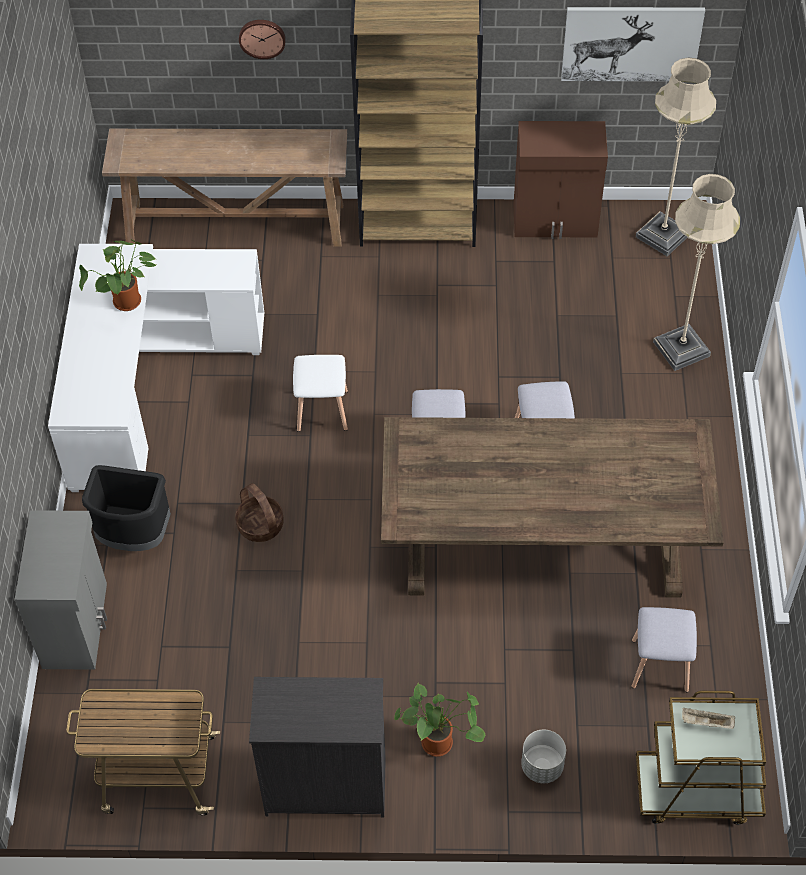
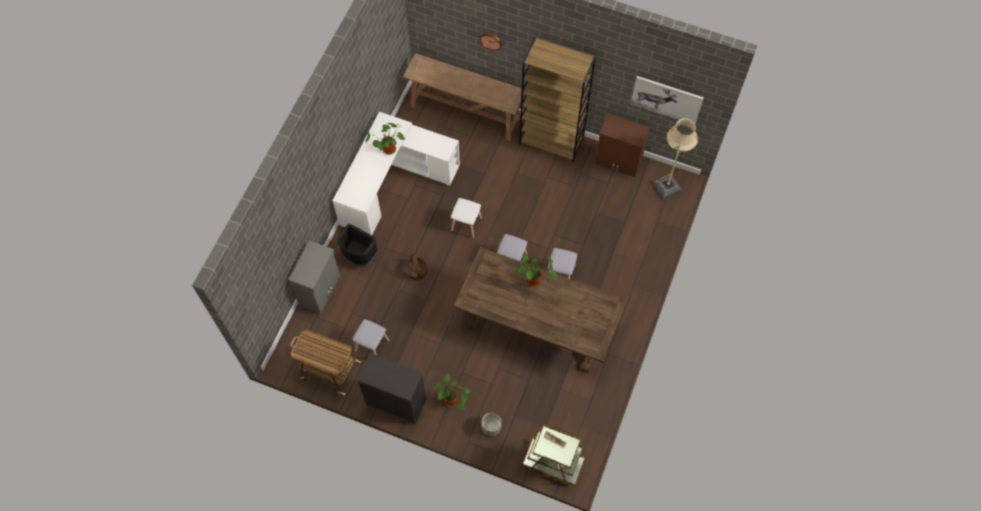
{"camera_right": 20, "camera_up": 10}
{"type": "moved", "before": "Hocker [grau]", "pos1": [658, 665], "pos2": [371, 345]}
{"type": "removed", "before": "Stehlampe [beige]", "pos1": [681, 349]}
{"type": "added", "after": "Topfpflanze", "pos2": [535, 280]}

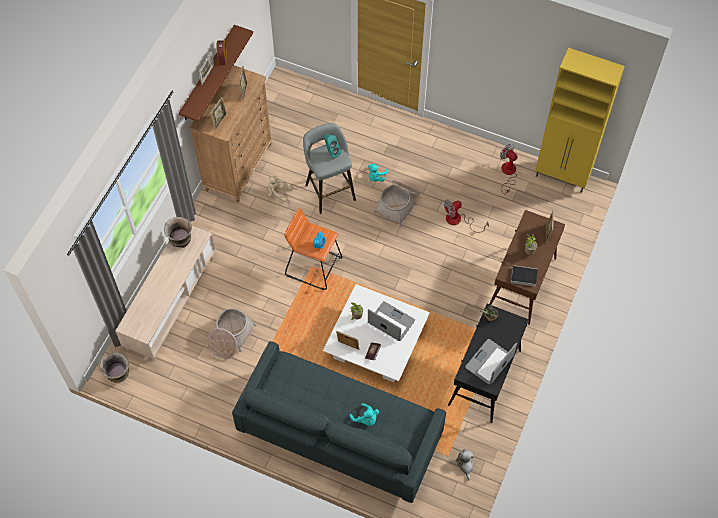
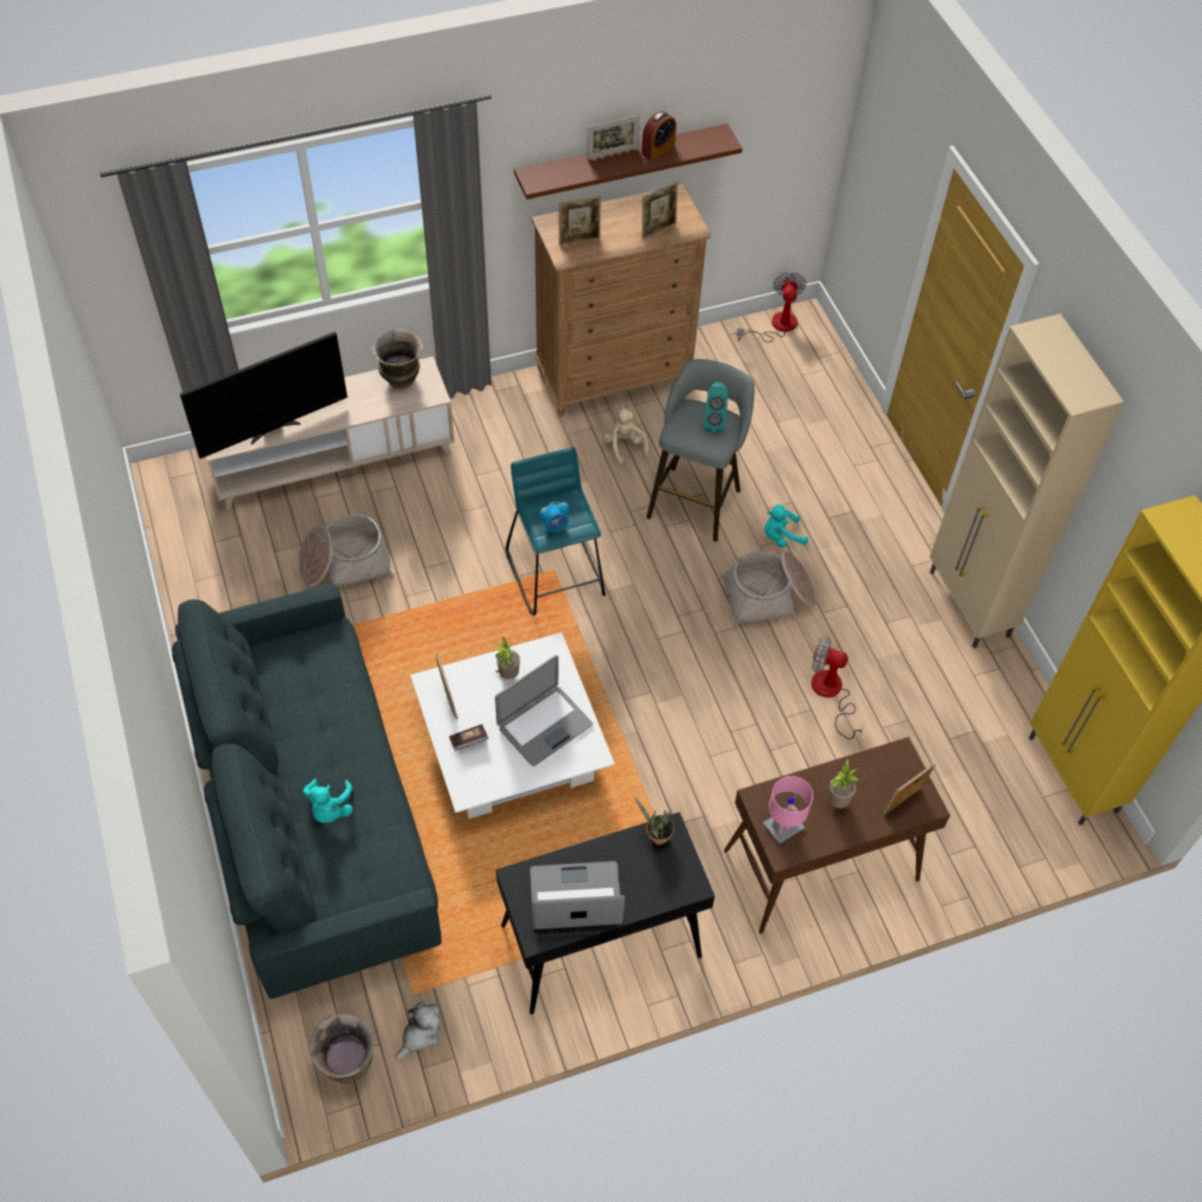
{"camera_right": 45, "camera_up": -5}
{"type": "moved", "before": "Vase", "pos1": [119, 376], "pos2": [349, 1064]}
{"type": "recoloured", "before": "Hocker [orange]", "after": "Hocker [türkis]", "pos1": [314, 266], "pos2": [556, 573]}
{"type": "turned", "before": "Laptop", "pos1": [391, 322], "pos2": [544, 725], "turn": 60}
{"type": "moved", "before": "Ventilator", "pos1": [508, 173], "pos2": [776, 326]}
{"type": "replaced", "before": "Buch", "after": "Tischlampe [rosa]", "pos1": [523, 276], "pos2": [783, 827]}
{"type": "added", "after": "Fernseher", "pos2": [274, 430]}
{"type": "added", "after": "Schrank [beige]", "pos2": [969, 605]}

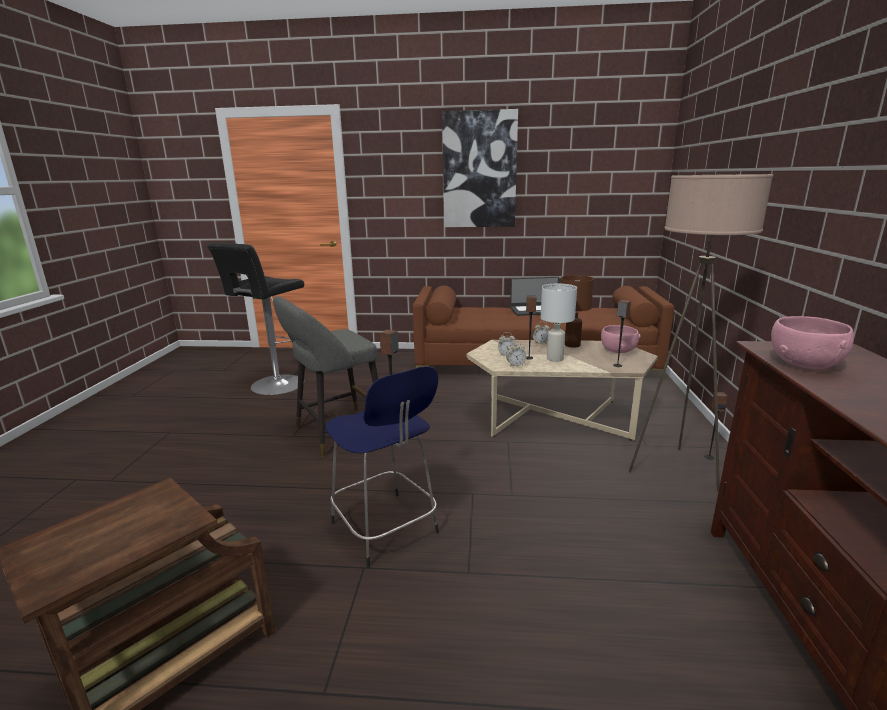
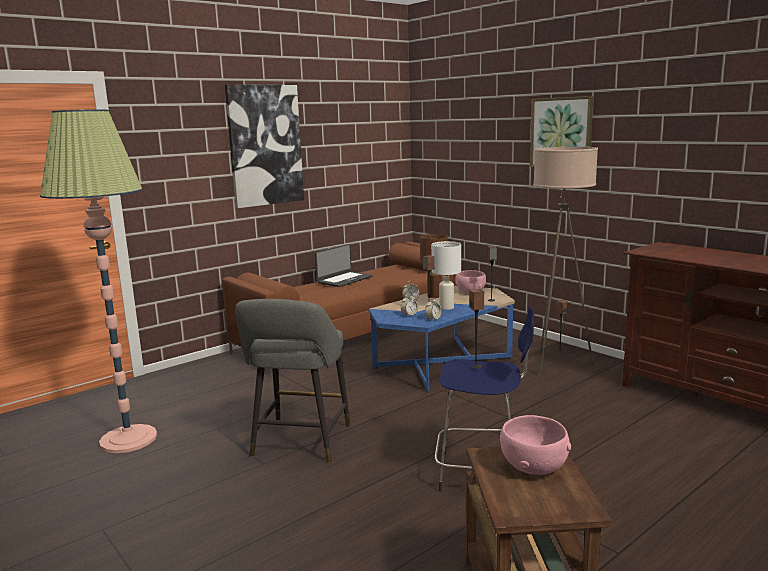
{"camera_right": -45, "camera_up": -5}
{"type": "replaced", "before": "Hocker [schwarz]", "after": "Stehlampe", "pos1": [275, 386], "pos2": [128, 439]}
{"type": "recoloured", "before": "Couchtisch [beige]", "after": "Couchtisch [blau]", "pos1": [556, 417], "pos2": [442, 363]}
{"type": "moved", "before": "Schüssel [rosa]", "pos1": [804, 364], "pos2": [533, 467]}
{"type": "added", "after": "Bild", "pos2": [561, 133]}

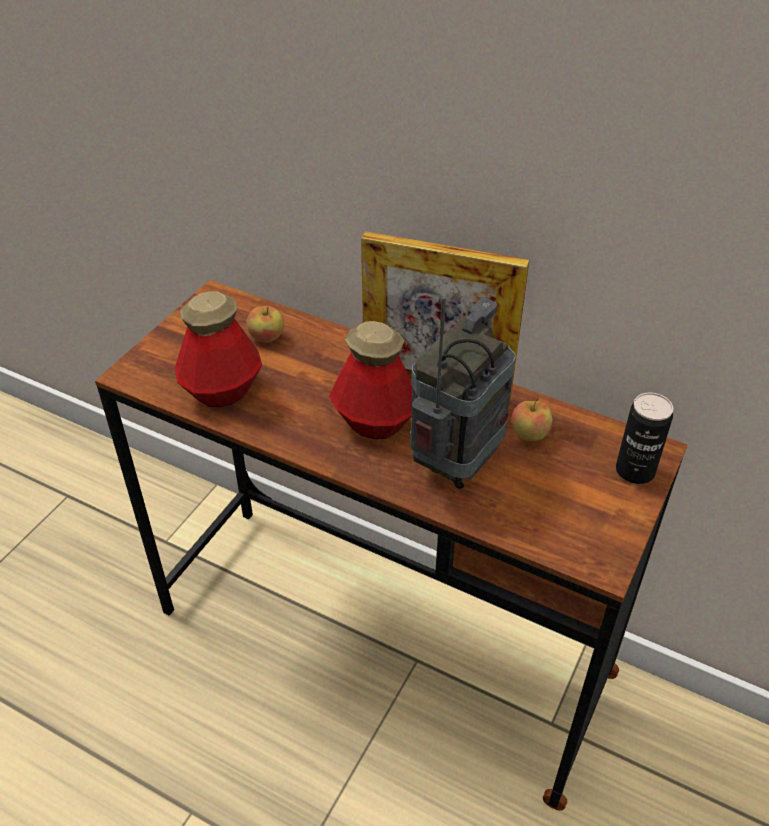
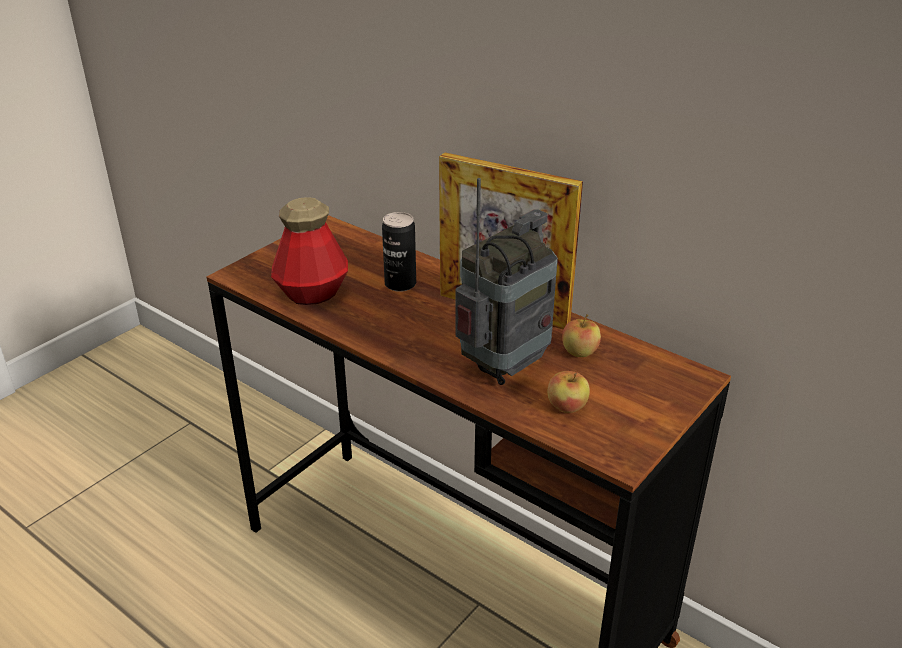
{"camera_right": 10, "camera_up": -10}
{"type": "moved", "before": "Apfel", "pos1": [267, 337], "pos2": [567, 407]}
{"type": "removed", "before": "Flasche", "pos1": [374, 421]}
{"type": "moved", "before": "Dose", "pos1": [635, 471], "pos2": [400, 284]}

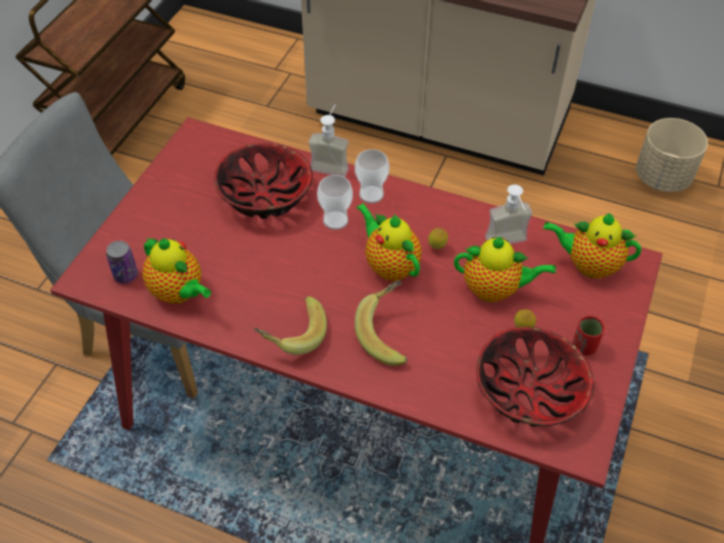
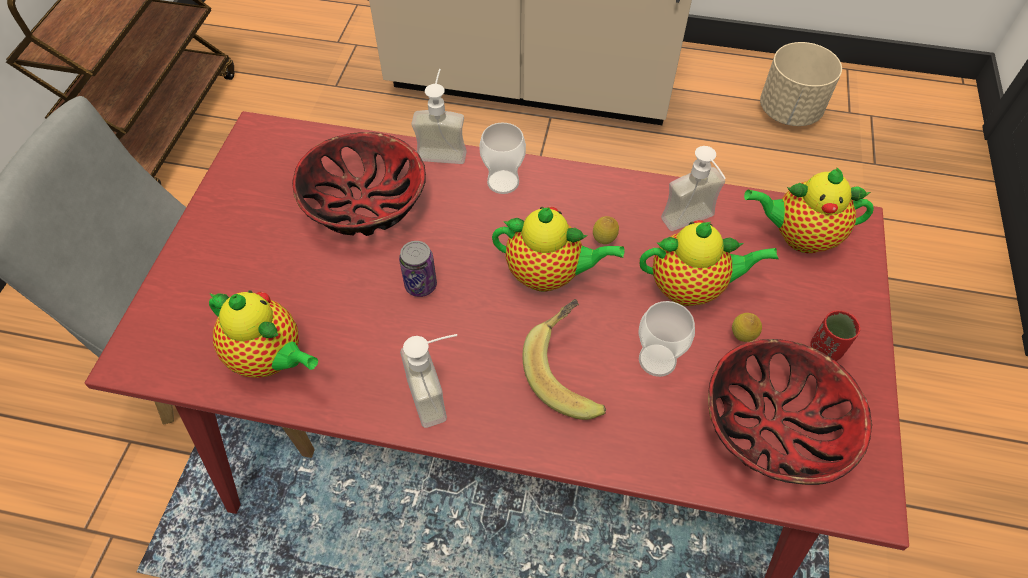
{"camera_right": -10, "camera_up": 5}
{"type": "moved", "before": "Dose", "pos1": [126, 275], "pos2": [420, 285]}
{"type": "replaced", "before": "Banane", "after": "Seifenspender", "pos1": [291, 334], "pos2": [439, 395]}
{"type": "moved", "before": "Tasse", "pos1": [335, 220], "pos2": [657, 360]}
{"type": "turned", "before": "Teekanne", "pos1": [389, 265], "pos2": [548, 275], "turn": 150}

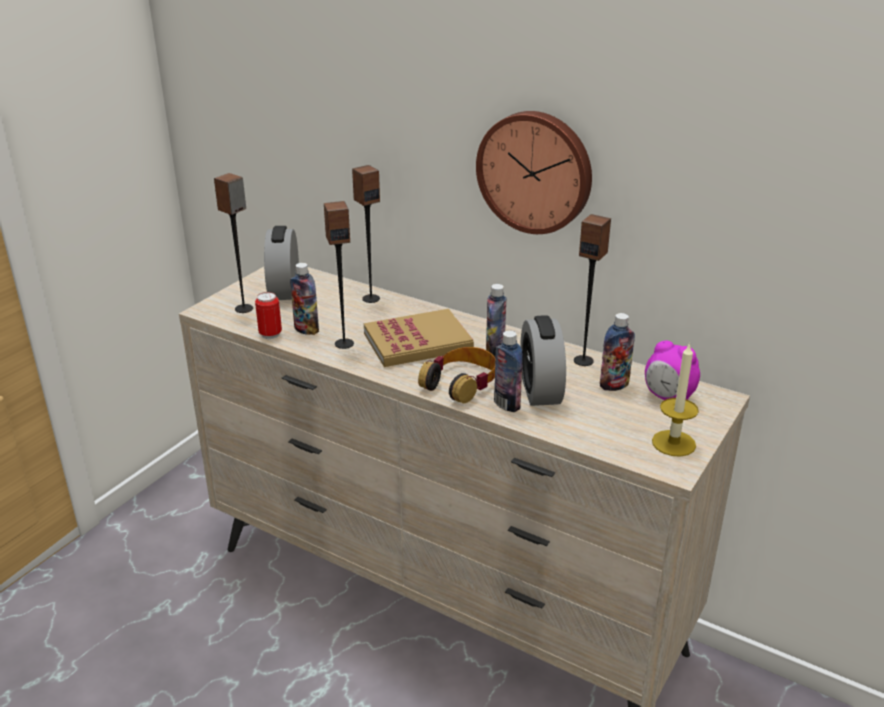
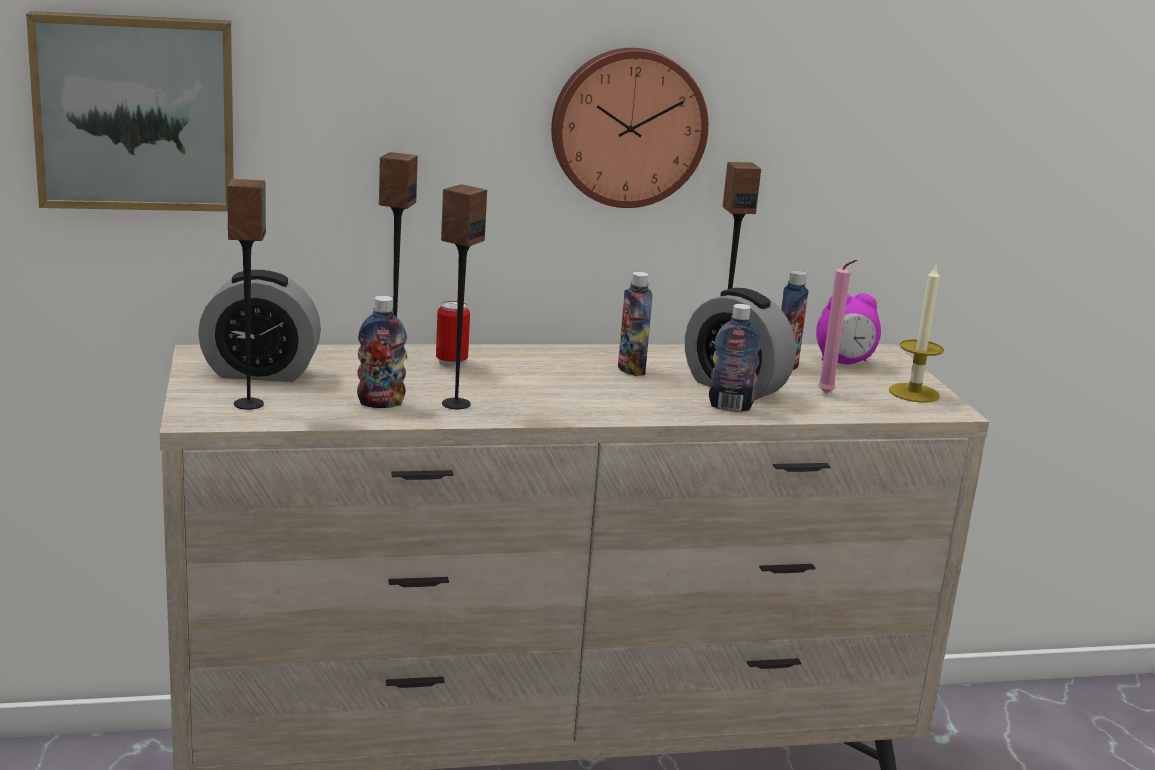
{"camera_right": -45, "camera_up": -10}
{"type": "moved", "before": "Dose", "pos1": [270, 334], "pos2": [451, 362]}
{"type": "turned", "before": "Wecker", "pos1": [284, 289], "pos2": [260, 373], "turn": -45}
{"type": "removed", "before": "Buch", "pos1": [418, 342]}
{"type": "removed", "before": "Kopfhörer", "pos1": [461, 382]}
{"type": "added", "after": "Bild", "pos2": [135, 112]}
{"type": "added", "after": "Kerze [rosa]", "pos2": [827, 394]}

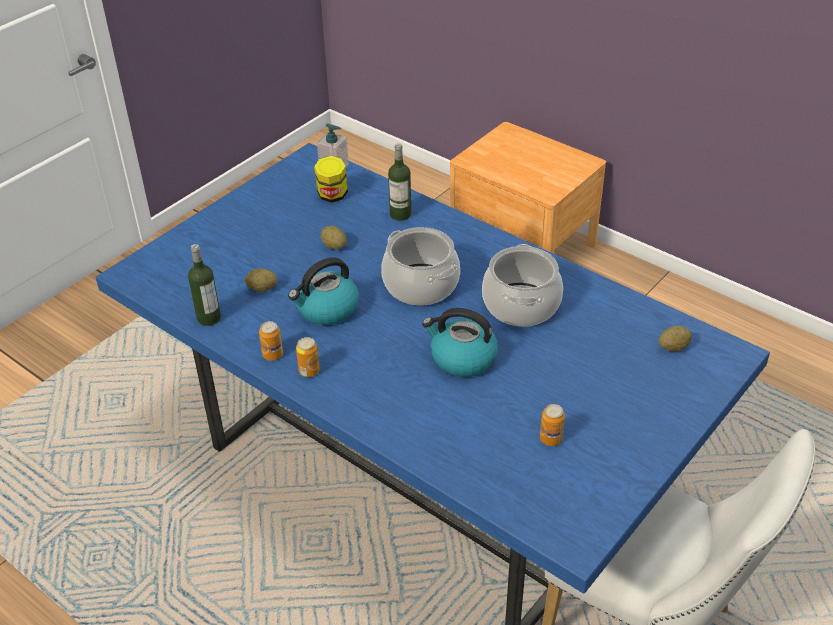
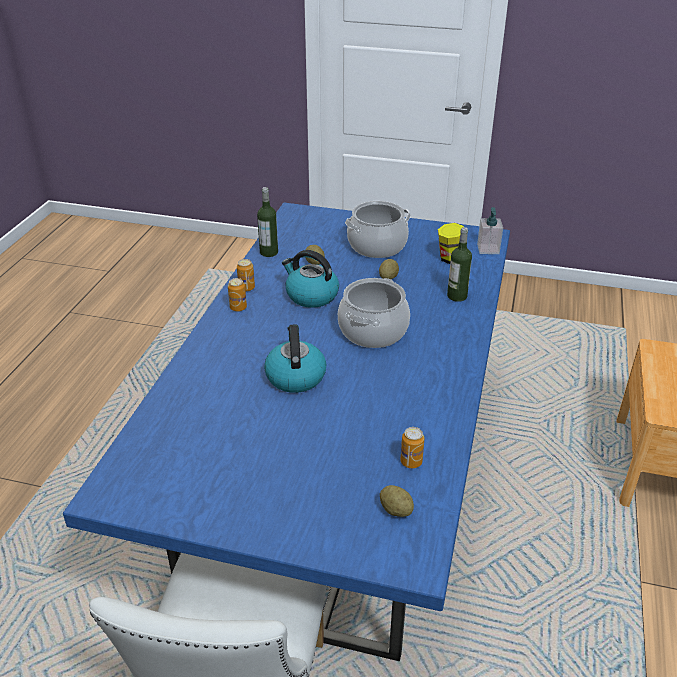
{"camera_right": 65, "camera_up": -5}
{"type": "moved", "before": "Kochtopf", "pos1": [521, 305], "pos2": [377, 246]}
{"type": "moved", "before": "Dose", "pos1": [551, 439], "pos2": [411, 462]}

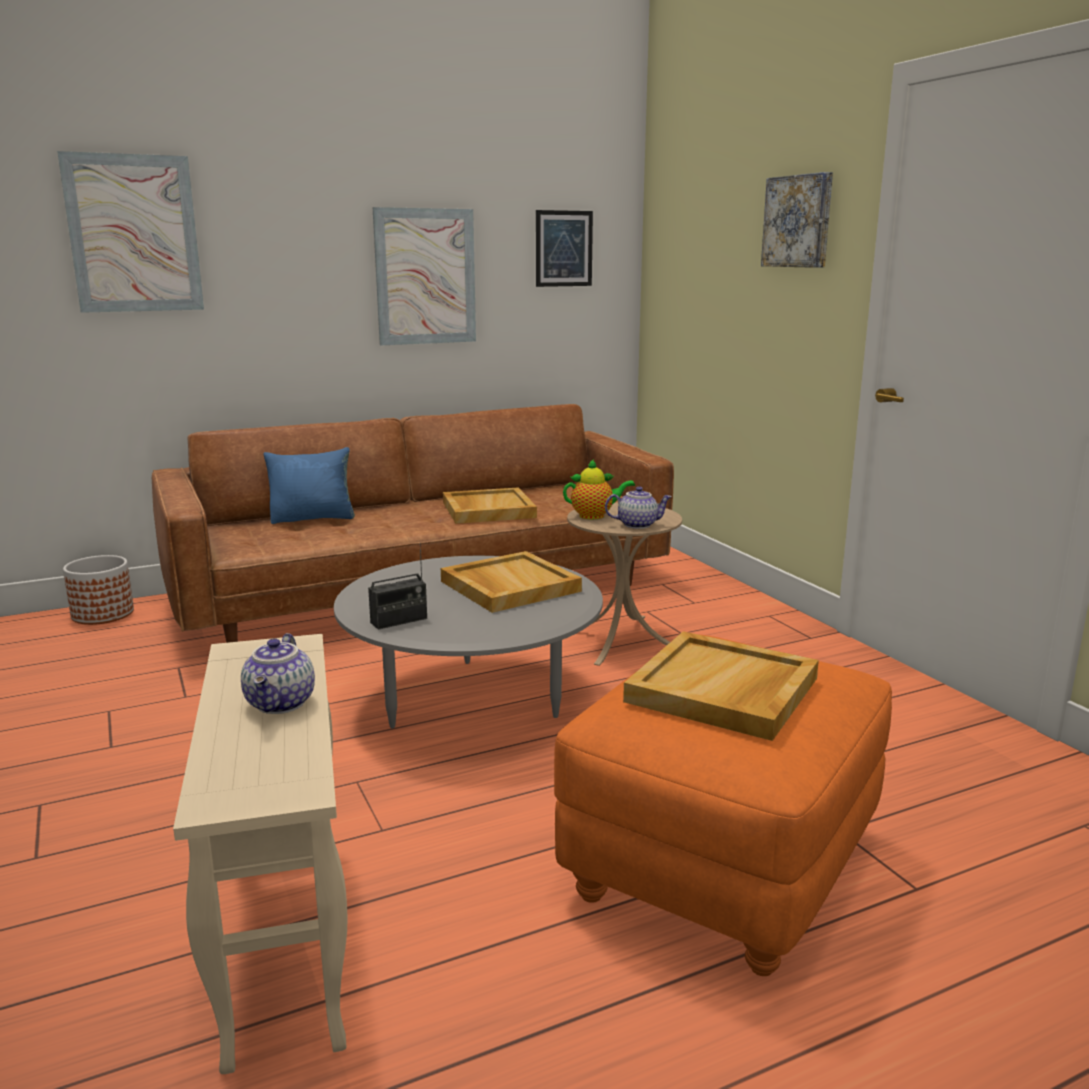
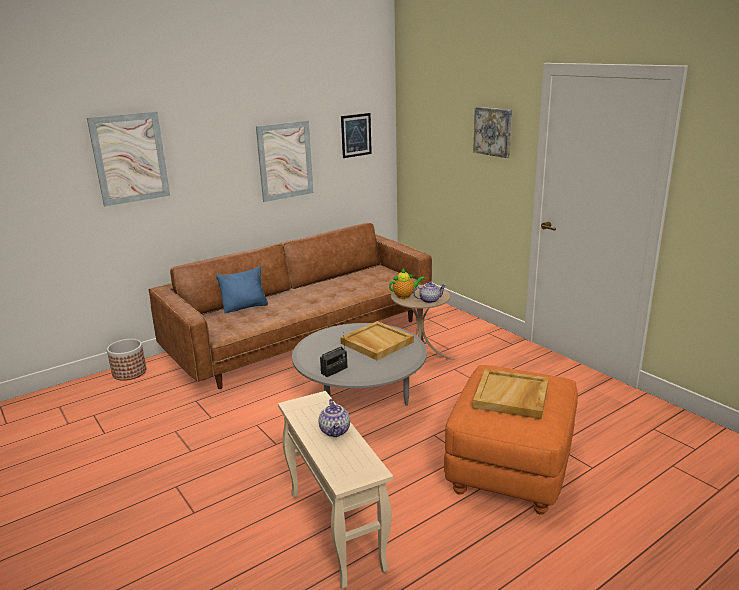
{"camera_right": -10, "camera_up": 5}
{"type": "removed", "before": "Tablett [beige]", "pos1": [487, 510]}

